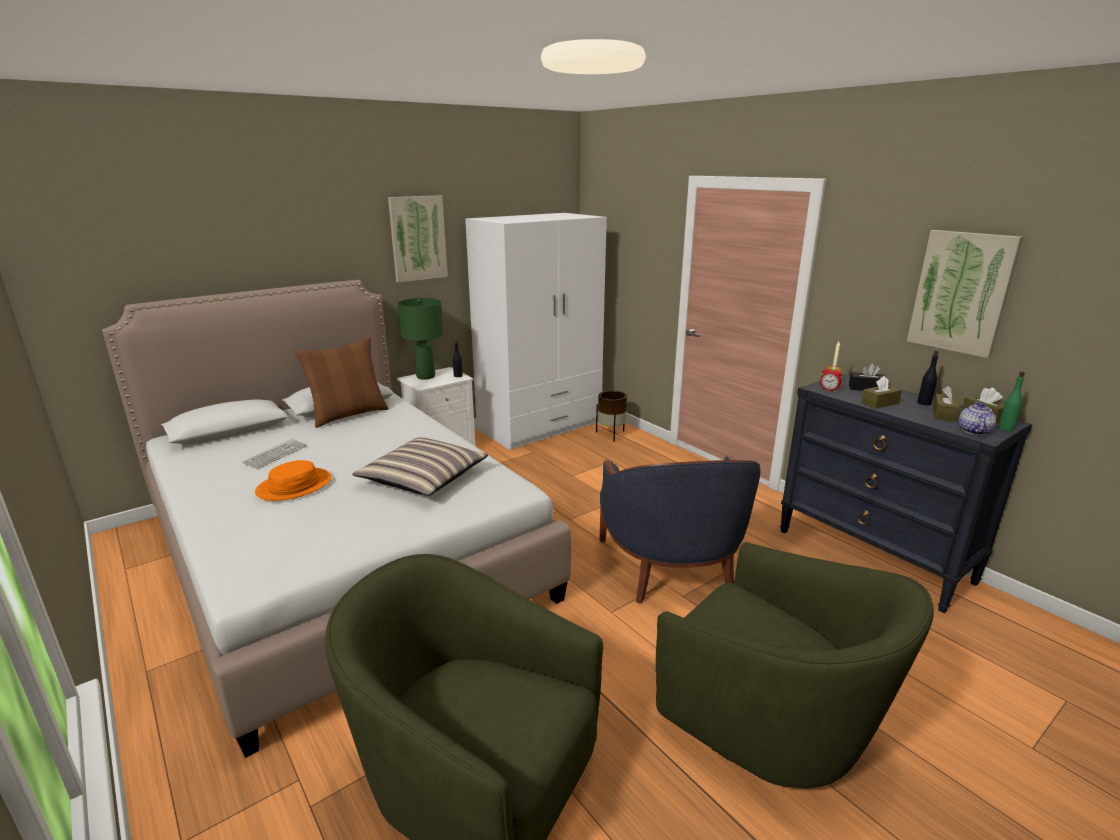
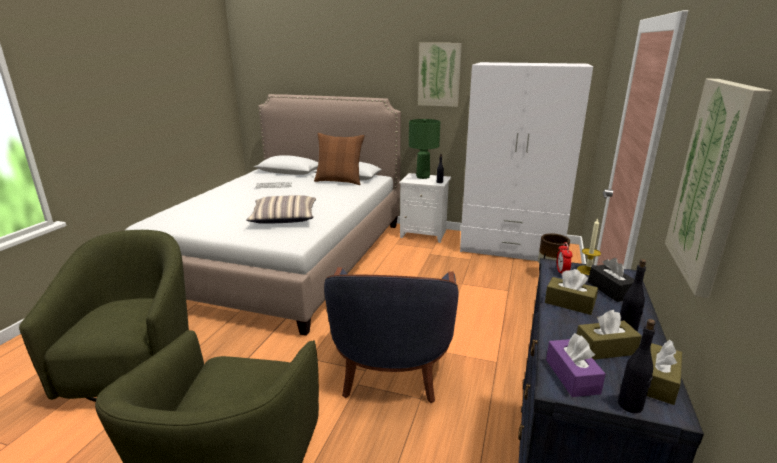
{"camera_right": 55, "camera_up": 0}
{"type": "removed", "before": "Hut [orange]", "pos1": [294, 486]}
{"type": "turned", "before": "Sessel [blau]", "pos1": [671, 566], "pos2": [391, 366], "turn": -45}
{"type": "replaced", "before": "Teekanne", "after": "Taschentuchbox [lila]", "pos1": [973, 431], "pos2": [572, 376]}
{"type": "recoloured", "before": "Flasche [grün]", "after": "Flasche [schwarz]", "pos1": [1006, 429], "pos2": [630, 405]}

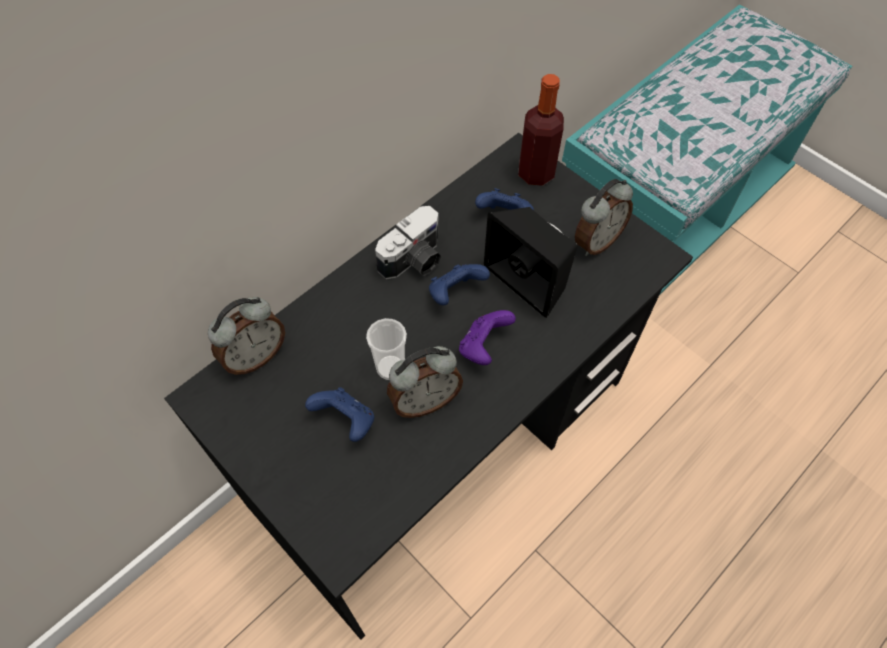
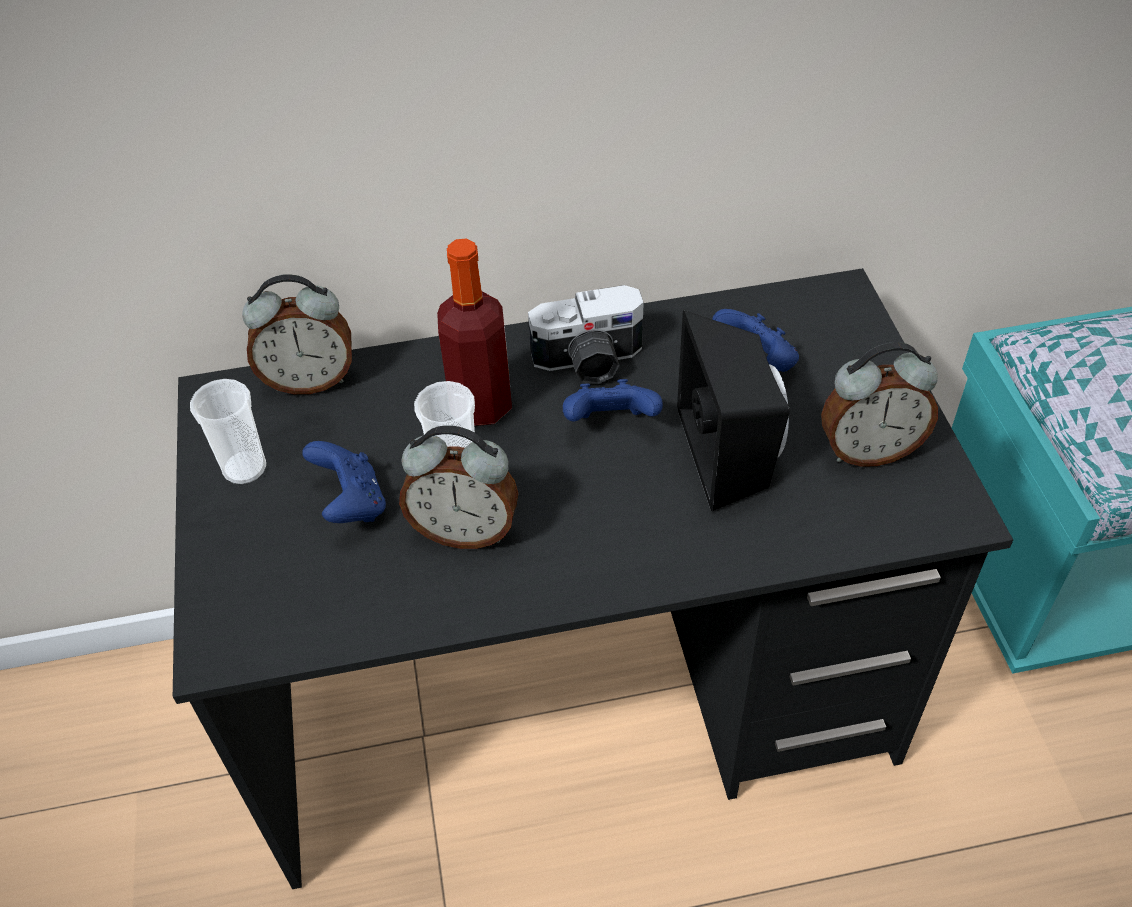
{"camera_right": 35, "camera_up": -10}
{"type": "removed", "before": "Gamepad [lila]", "pos1": [483, 346]}
{"type": "moved", "before": "Flasche", "pos1": [536, 173], "pos2": [481, 405]}
{"type": "added", "after": "Tasse", "pos2": [244, 468]}

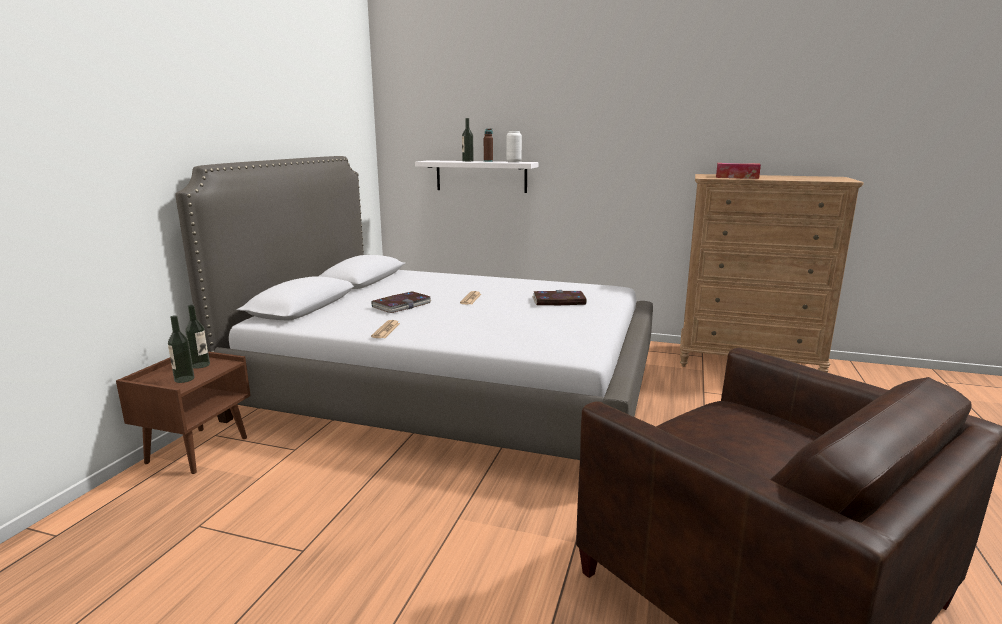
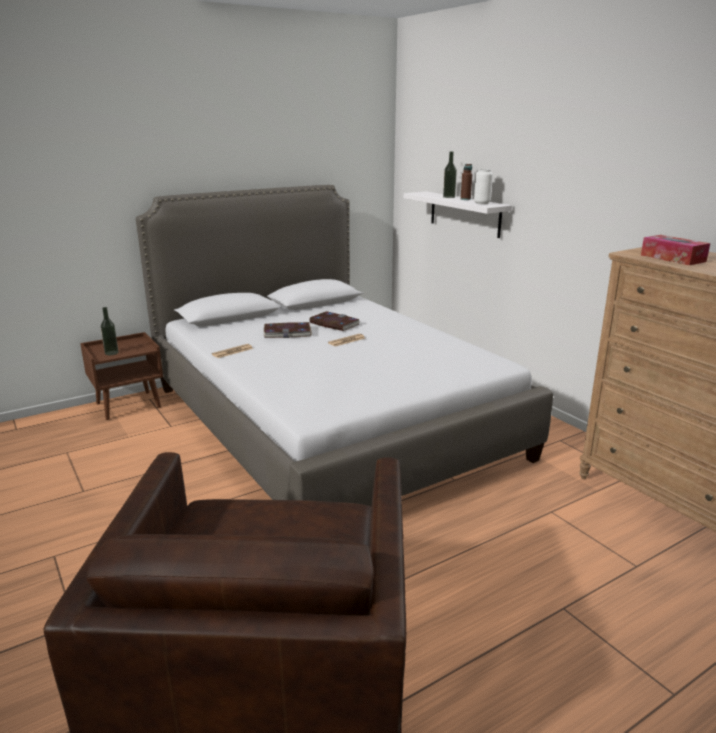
{"camera_right": 40, "camera_up": 5}
{"type": "removed", "before": "Flasche", "pos1": [200, 365]}
{"type": "moved", "before": "Buch", "pos1": [558, 301], "pos2": [334, 324]}

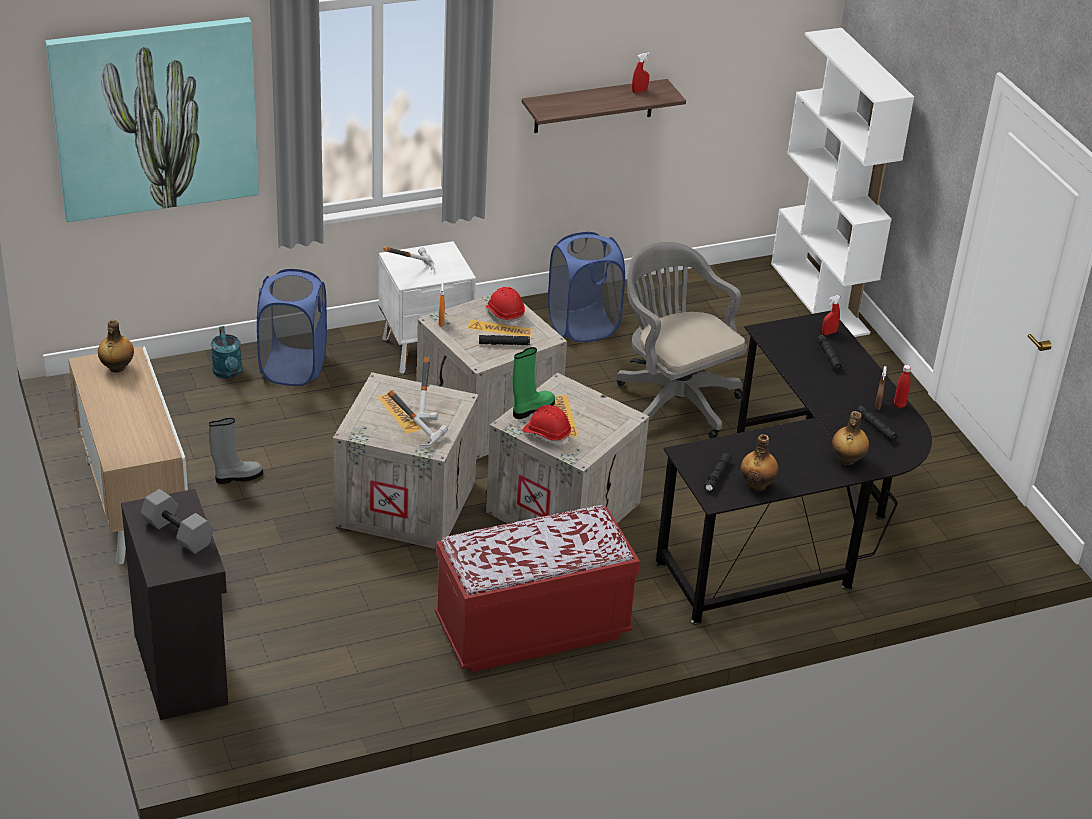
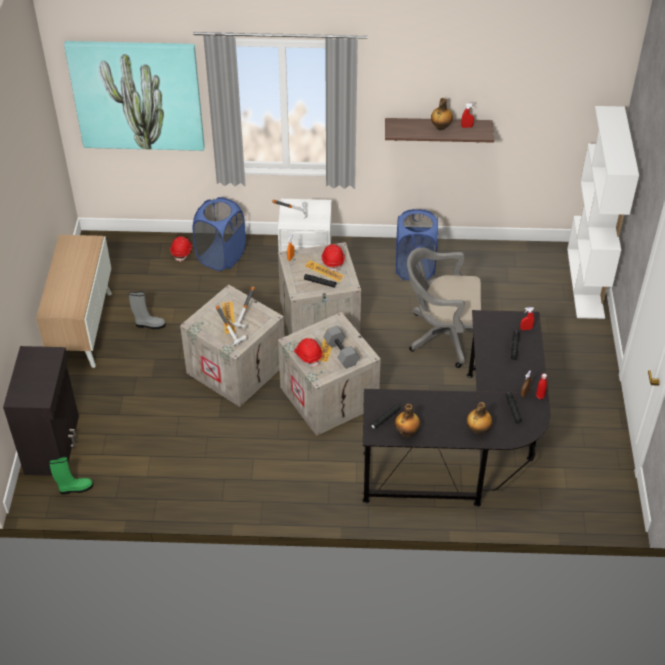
{"camera_right": 25, "camera_up": 10}
{"type": "moved", "before": "Flasche", "pos1": [117, 368], "pos2": [440, 127]}
{"type": "moved", "before": "Hantel [grau]", "pos1": [179, 533], "pos2": [342, 353]}
{"type": "replaced", "before": "Gießkanne [türkis]", "after": "Schutzhelm [rot]", "pos1": [228, 373], "pos2": [182, 252]}
{"type": "removed", "before": "Bank [rot]", "pos1": [532, 630]}
{"type": "moved", "before": "Stiefel [grün]", "pos1": [532, 409], "pos2": [75, 488]}
{"type": "turned", "before": "Bürostuhl [grau]", "pos1": [673, 399], "pos2": [443, 336], "turn": -75}

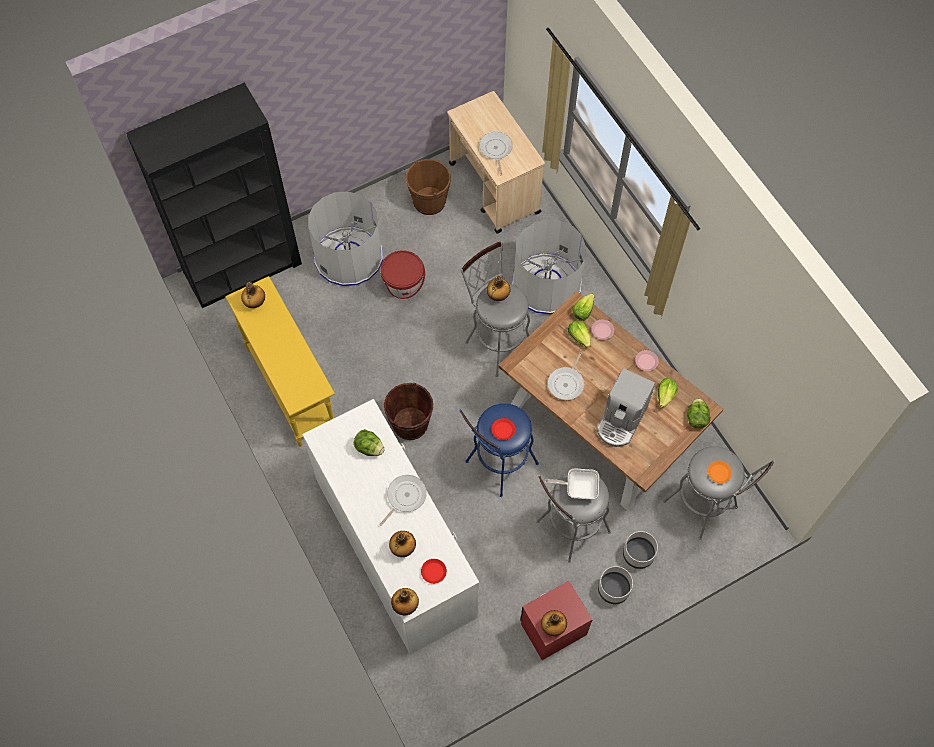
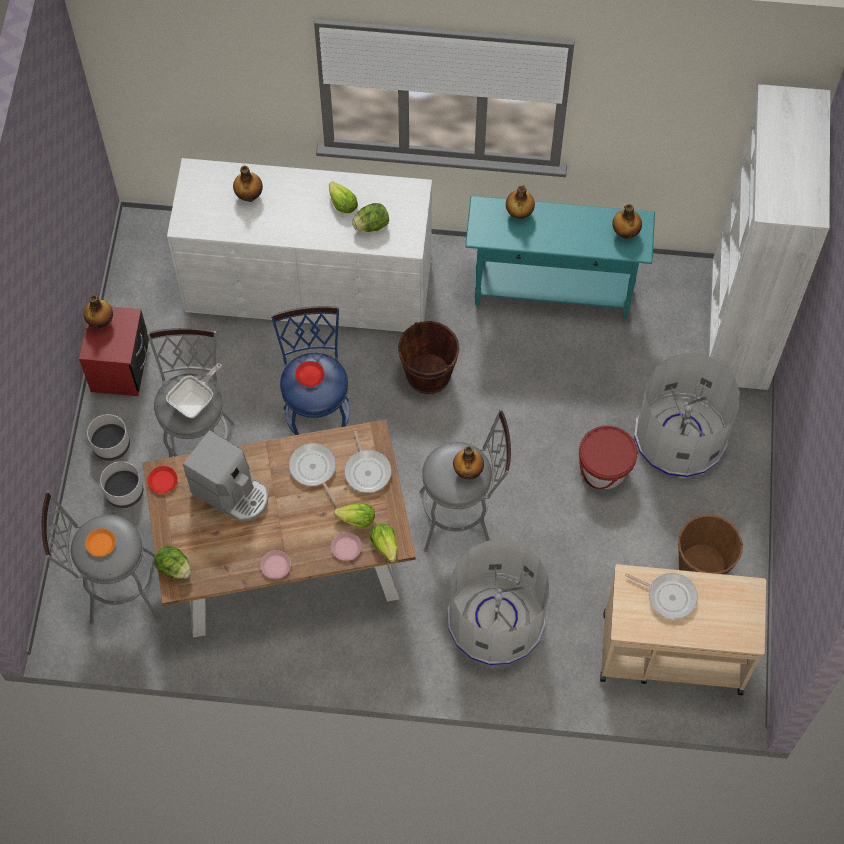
{"camera_right": 125, "camera_up": 0}
{"type": "recoloured", "before": "Bücherregal [schwarz]", "after": "Bücherregal [weiß]", "pos1": [243, 268], "pos2": [738, 325]}
{"type": "recoloured", "before": "Konsolentisch [gelb]", "after": "Konsolentisch [türkis]", "pos1": [291, 388], "pos2": [553, 291]}
{"type": "moved", "before": "Pfanne", "pos1": [405, 497], "pos2": [367, 470]}
{"type": "moved", "before": "Flasche", "pos1": [405, 605], "pos2": [519, 213]}
{"type": "moved", "before": "Teller [rot]", "pos1": [433, 572], "pos2": [163, 481]}
{"type": "turned", "before": "Kaffeemaschine", "pos1": [621, 420], "pos2": [232, 492], "turn": 150}
{"type": "moved", "before": "Salatkopf", "pos1": [665, 395], "pos2": [342, 203]}

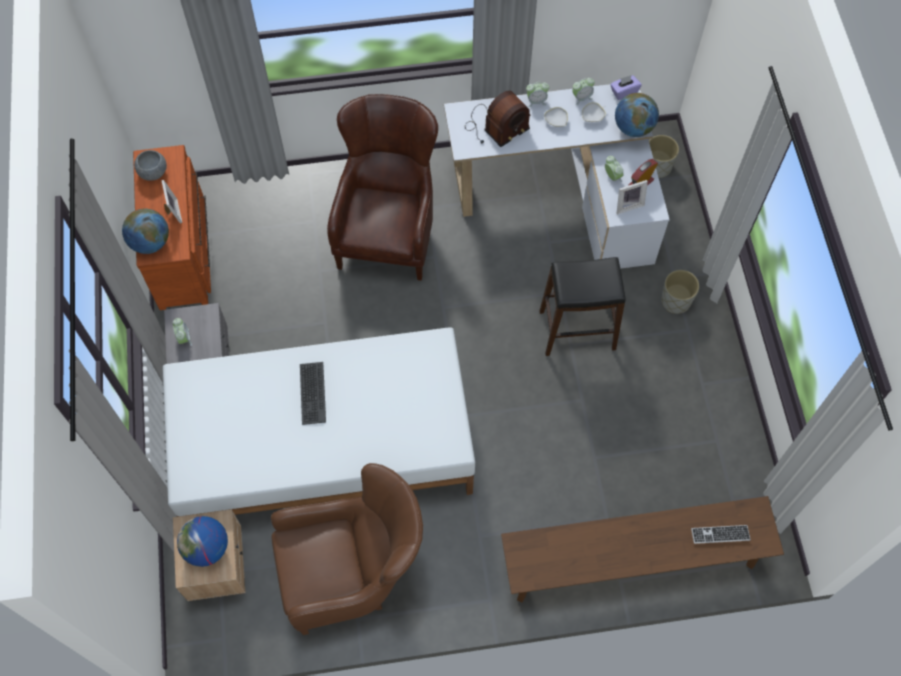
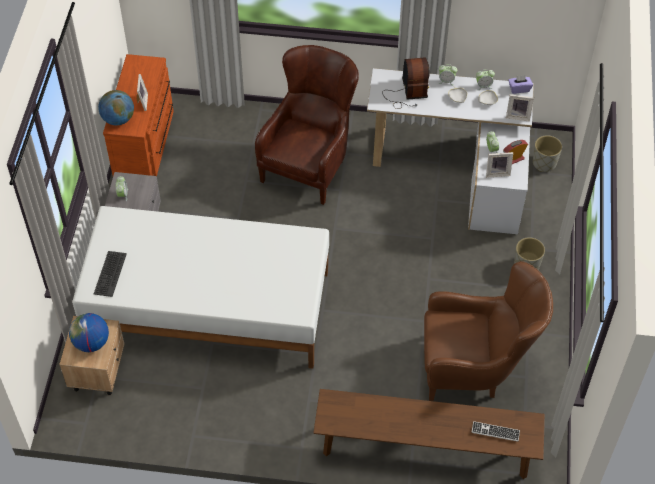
{"camera_right": 15, "camera_up": -10}
{"type": "removed", "before": "Schüssel [grau]", "pos1": [153, 172]}
{"type": "moved", "before": "Sessel [braun]", "pos1": [352, 574], "pos2": [475, 368]}
{"type": "moved", "before": "Tastatur", "pos1": [312, 393], "pos2": [109, 274]}
{"type": "turned", "before": "Radio", "pos1": [495, 127], "pos2": [407, 93], "turn": -75}
{"type": "removed", "before": "Hocker [schwarz]", "pos1": [577, 330]}
{"type": "replaced", "before": "Globus", "after": "Bilderrahmen", "pos1": [633, 128], "pos2": [518, 116]}

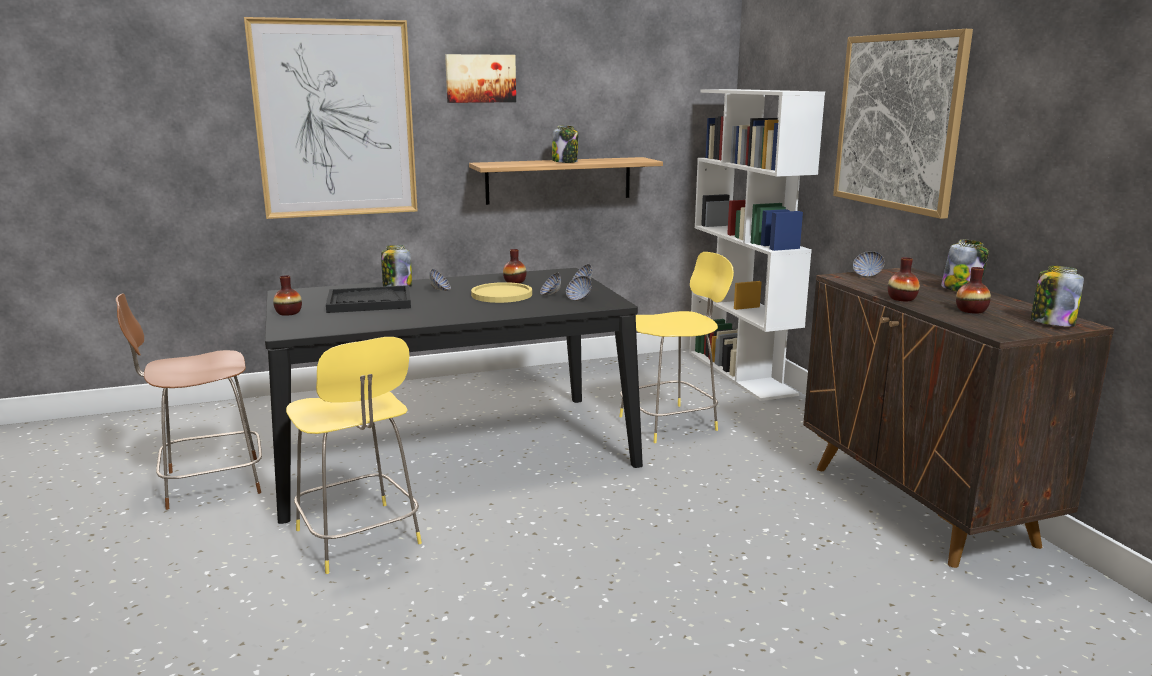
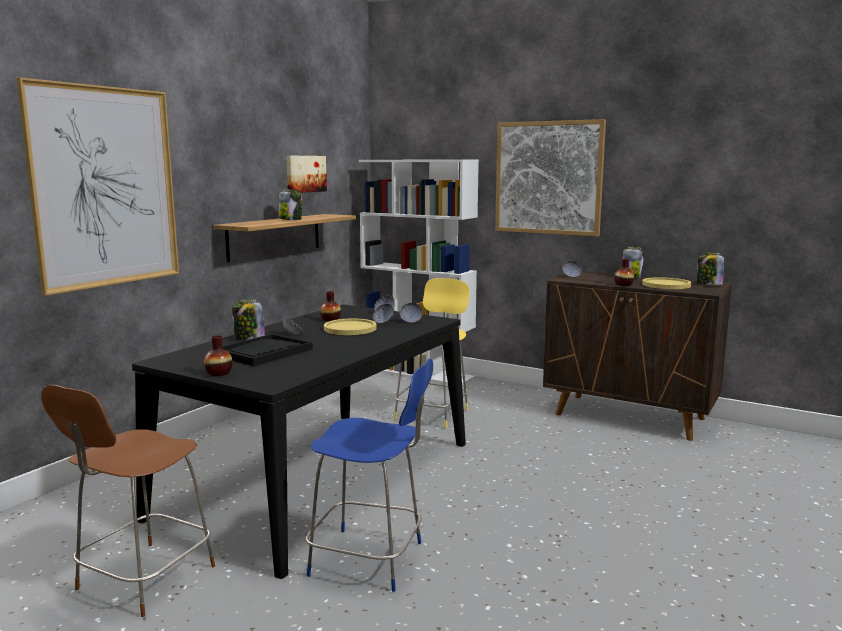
{"camera_right": -40, "camera_up": -5}
{"type": "recoloured", "before": "Hocker [gelb]", "after": "Hocker [blau]", "pos1": [359, 539], "pos2": [370, 559]}
{"type": "moved", "before": "Bild", "pos1": [480, 78], "pos2": [305, 174]}
{"type": "replaced", "before": "Vase", "after": "Teller [gelb]", "pos1": [971, 310], "pos2": [666, 285]}

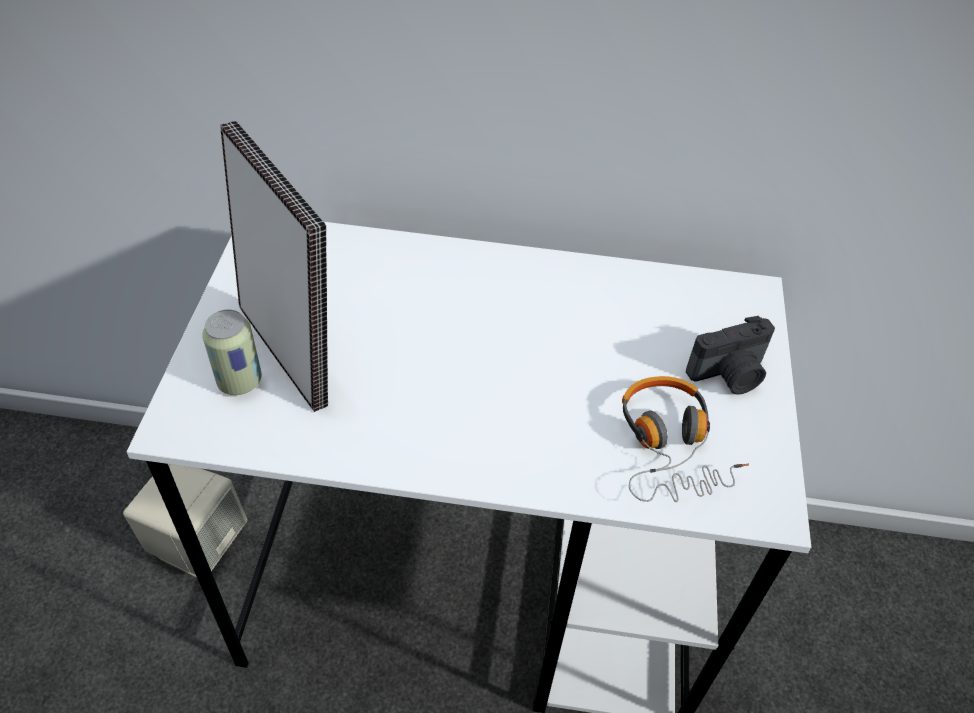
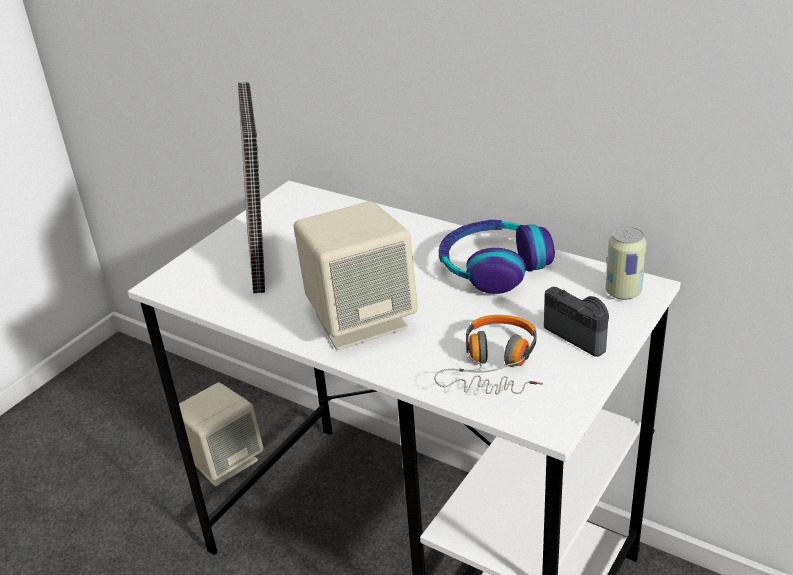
{"camera_right": 30, "camera_up": -15}
{"type": "moved", "before": "Dose", "pos1": [239, 381], "pos2": [623, 292]}
{"type": "turned", "before": "Kamera", "pos1": [729, 375], "pos2": [581, 334], "turn": -135}
{"type": "added", "after": "Lautsprecher [beige]", "pos2": [360, 320]}
{"type": "added", "after": "Kopfhörer", "pos2": [493, 267]}

